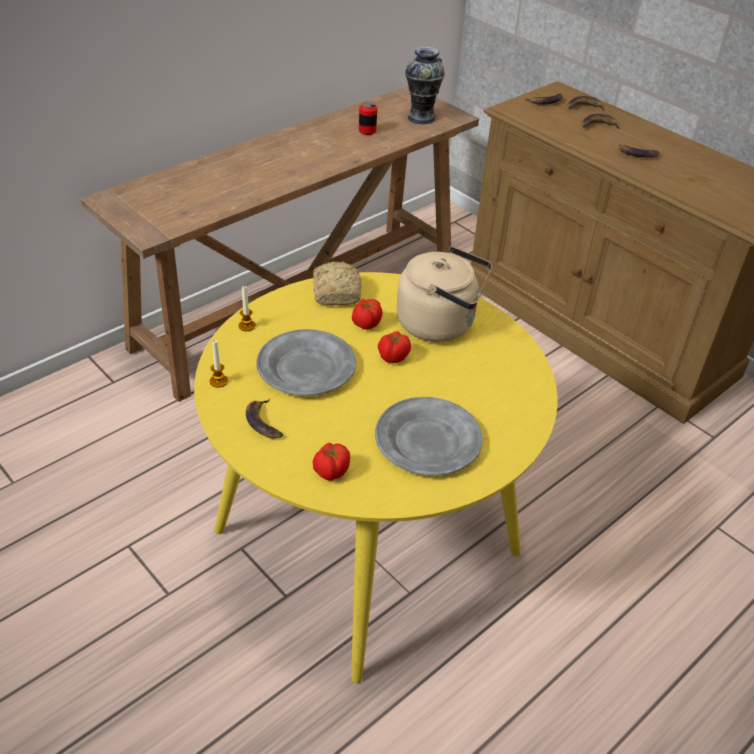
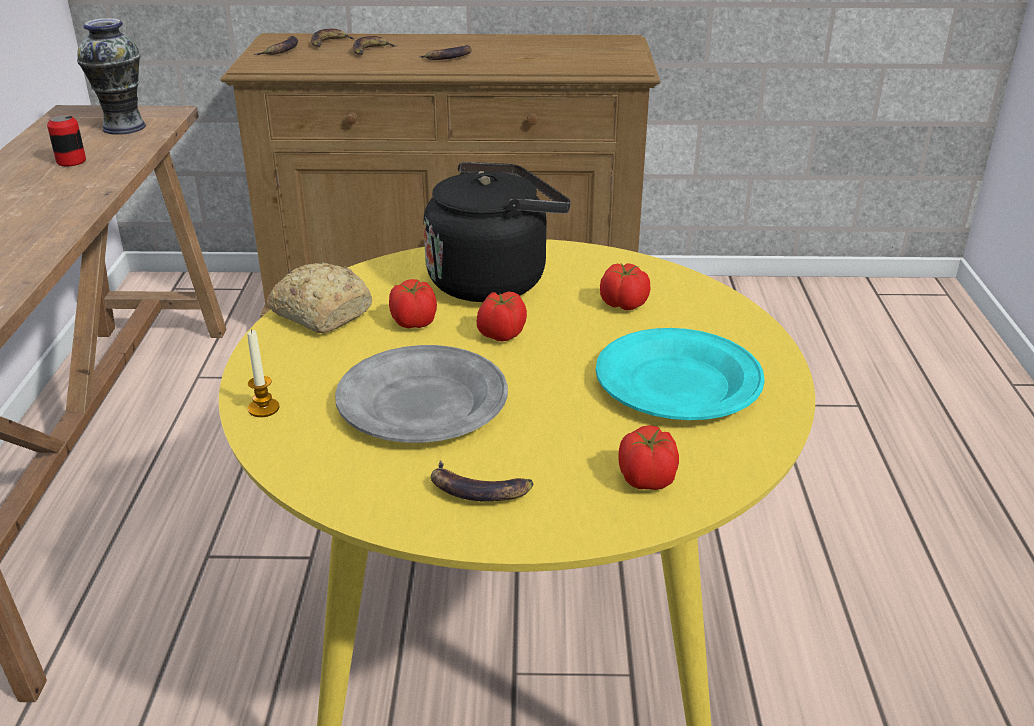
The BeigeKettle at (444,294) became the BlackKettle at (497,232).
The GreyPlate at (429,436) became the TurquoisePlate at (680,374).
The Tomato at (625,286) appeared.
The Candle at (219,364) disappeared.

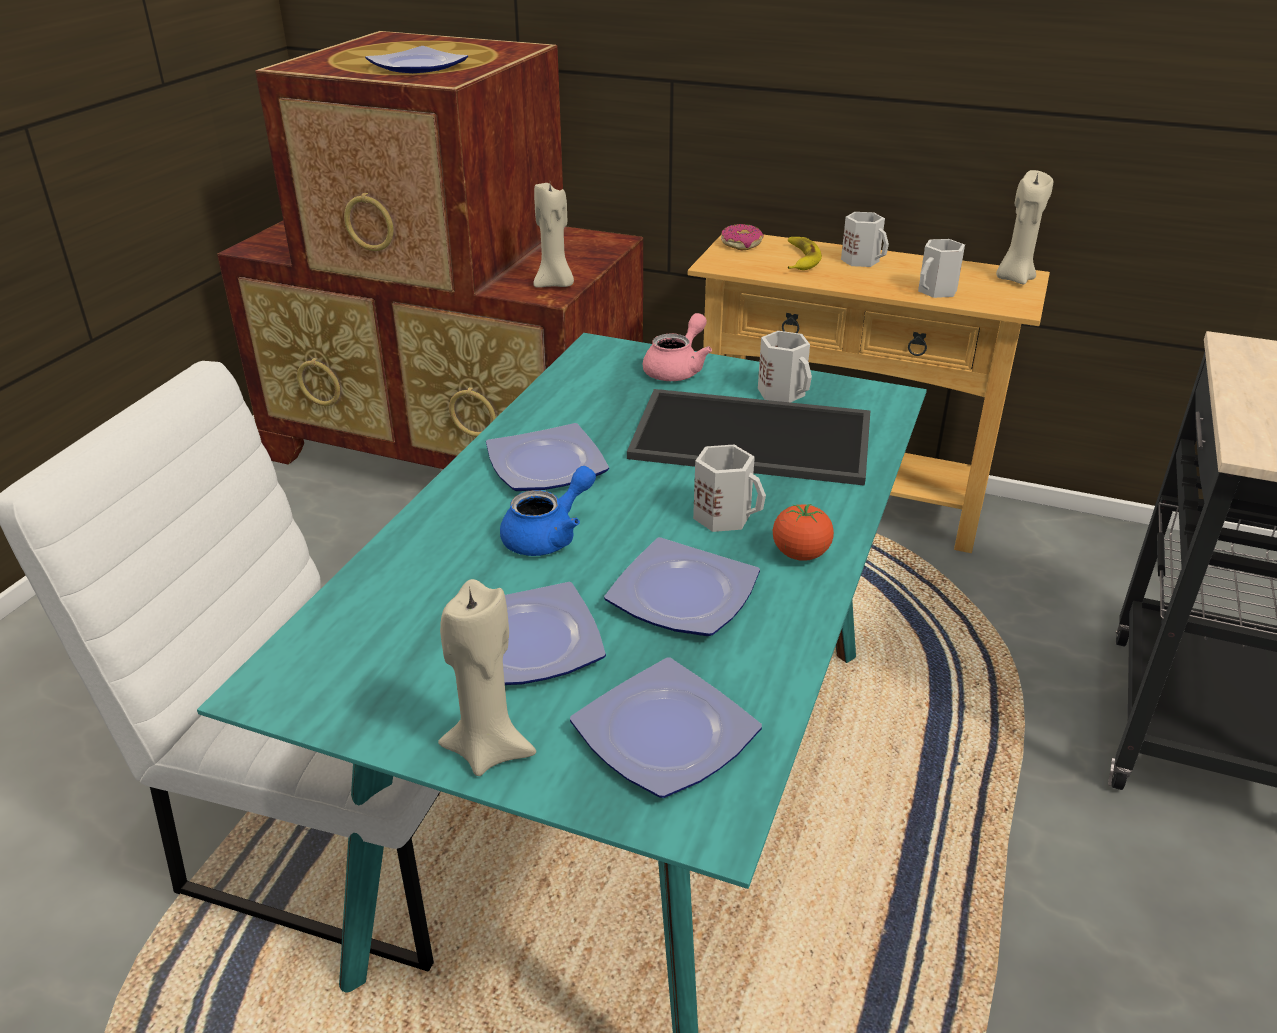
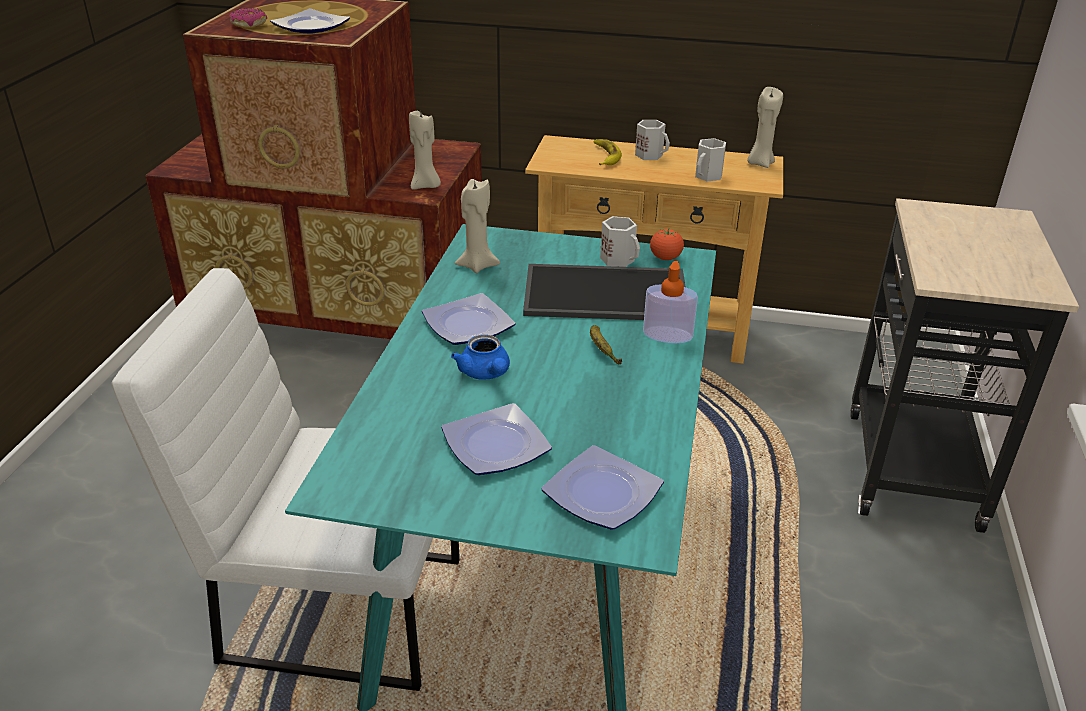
The Donut moved from (742,237) to (248,18).
The BlueTeapot at (548,511) turned 120 degrees clockwise.
The BeigeCandle moved from (487,677) to (477,226).
The WhiteMug at (729,488) was replaced by the Banana at (606,345).
The SoapDispenser at (670,302) appeared.
The Tomato moved from (803,532) to (667,244).
The Plate at (682,586) disappeared.
The PinkTeapot at (677,347) disappeared.

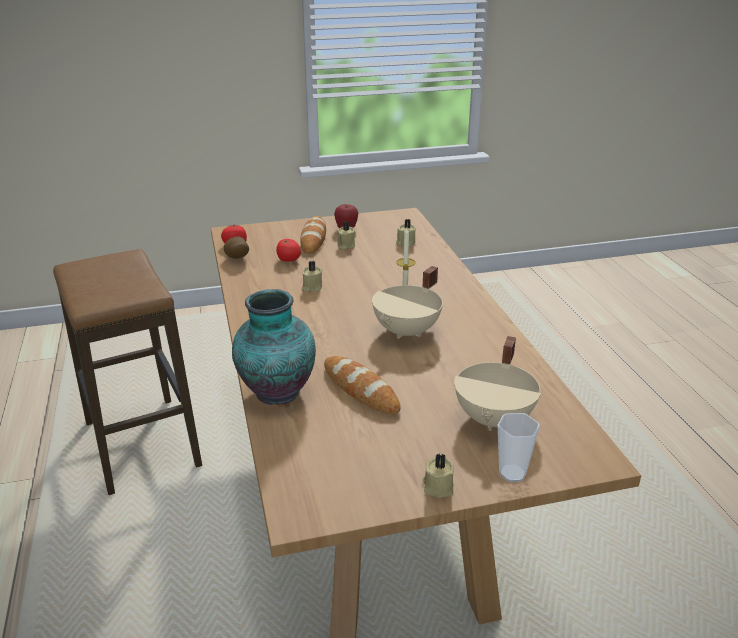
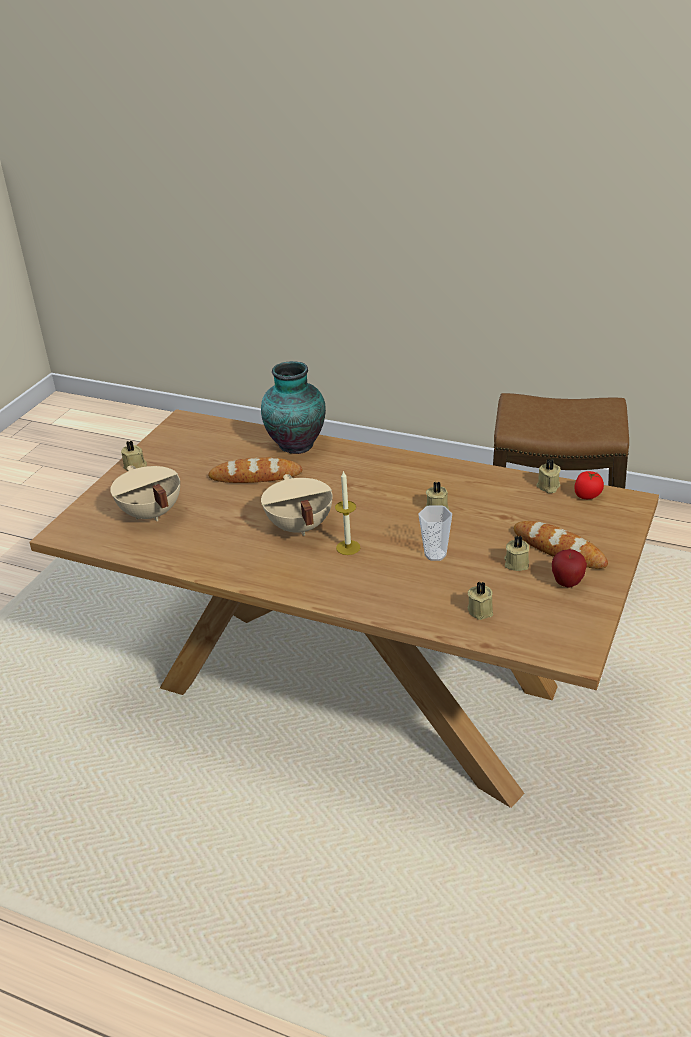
The Cup moved from (519,447) to (435,533).
The Potato at (236,247) was replaced by the BeigeCandle at (548,476).
The Tomato at (288,250) disappeared.

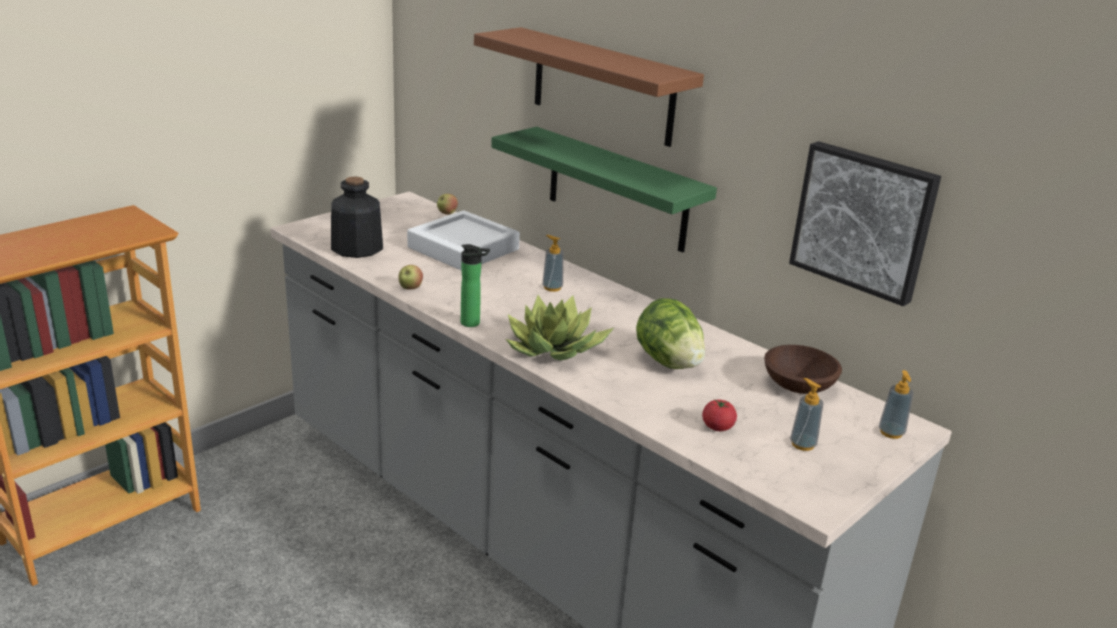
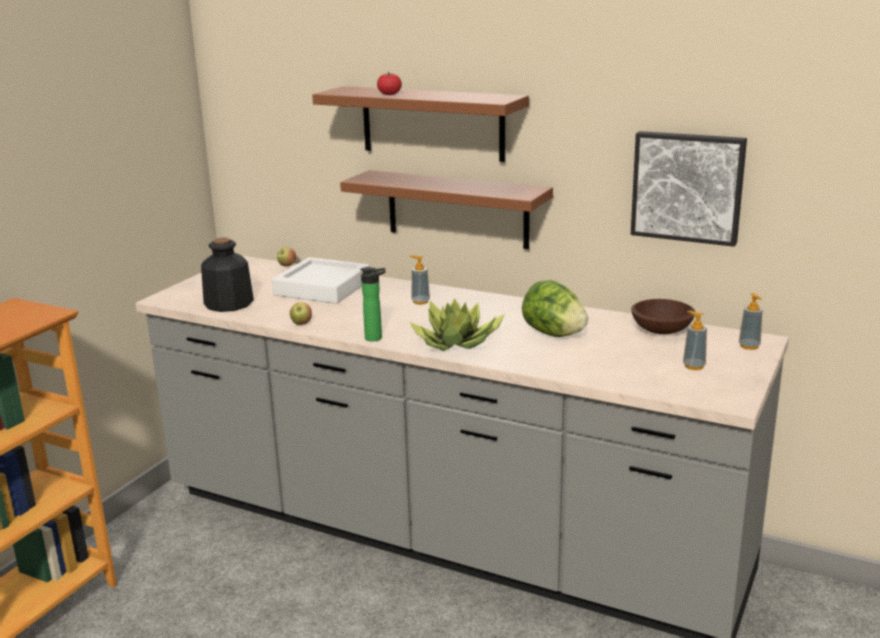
The GreenShelf at (604,189) became the BrownShelf at (446,209).
The Tomato moved from (719,415) to (389,83).

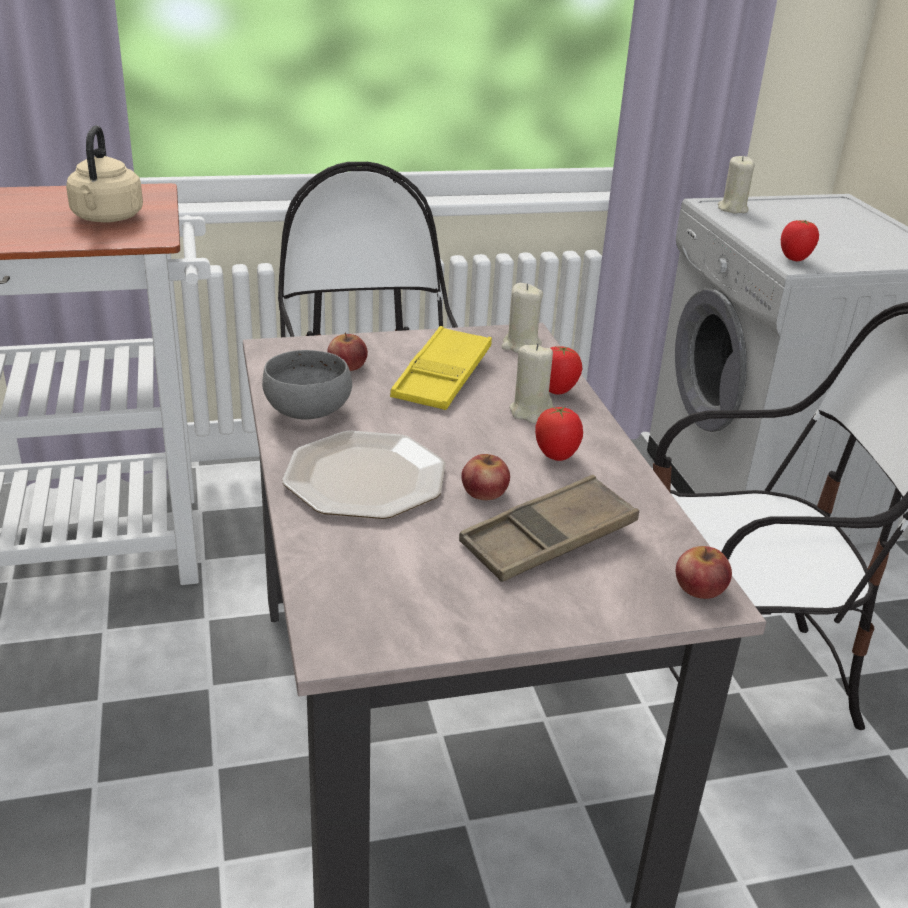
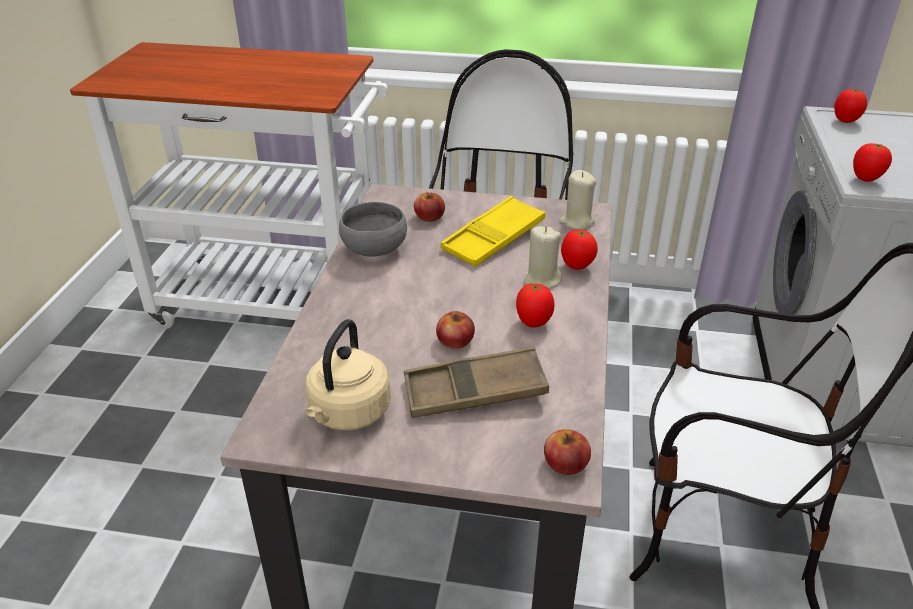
The BeigeKettle moved from (104,173) to (348,374).
The BeigeCandle at (736,184) was replaced by the Tomato at (850,106).
The Plate at (364,474) disappeared.

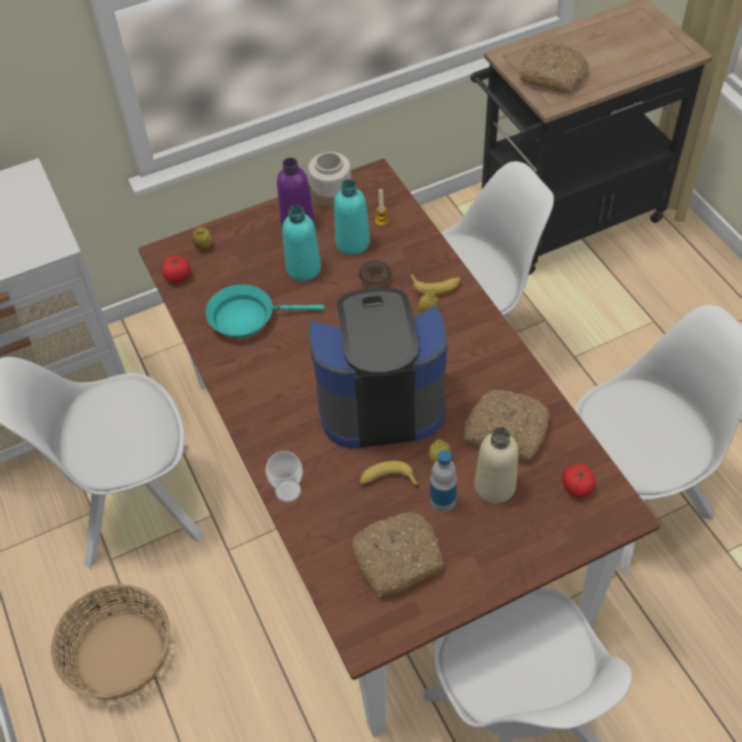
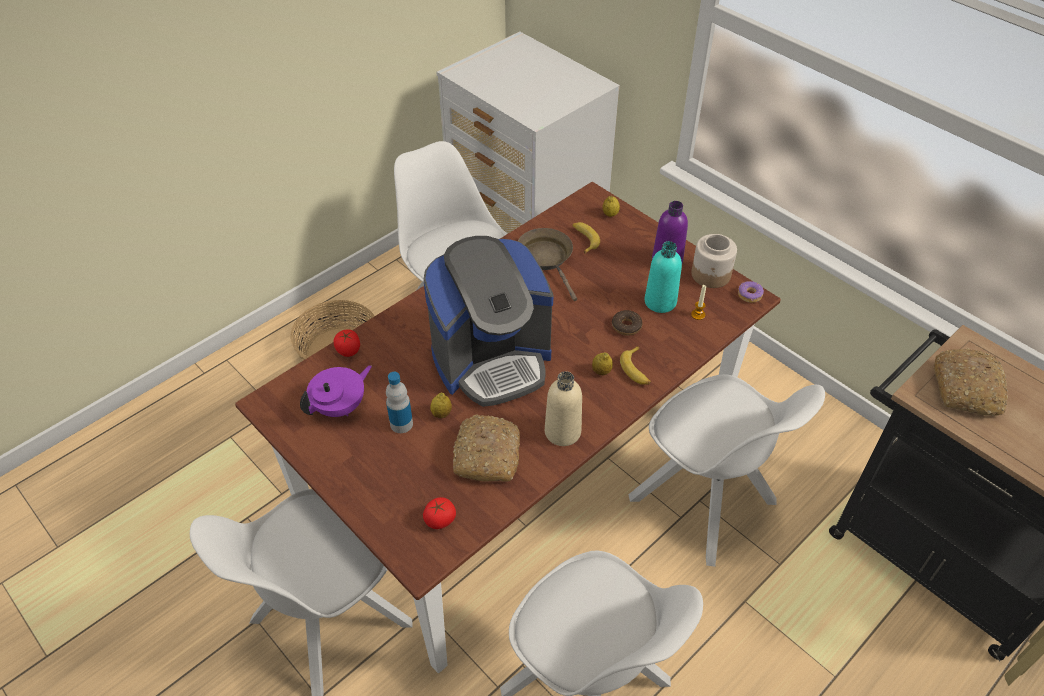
The Bread at (398,554) was replaced by the PurpleTeapot at (336,391).
The Tomato moved from (176,269) to (347,343).
The CoffeeMachine at (377,368) turned 90 degrees clockwise.
The TurquoiseFryingPan at (265,311) became the BrownFryingPan at (547,264).
The BeigeBottle moved from (496,465) to (563,408).
The Banana moved from (389,474) to (586,238).
The Donut at (751,292) appeared.
The Cup at (284,477) disappeared.
The TurquoiseBottle at (301,243) disappeared.

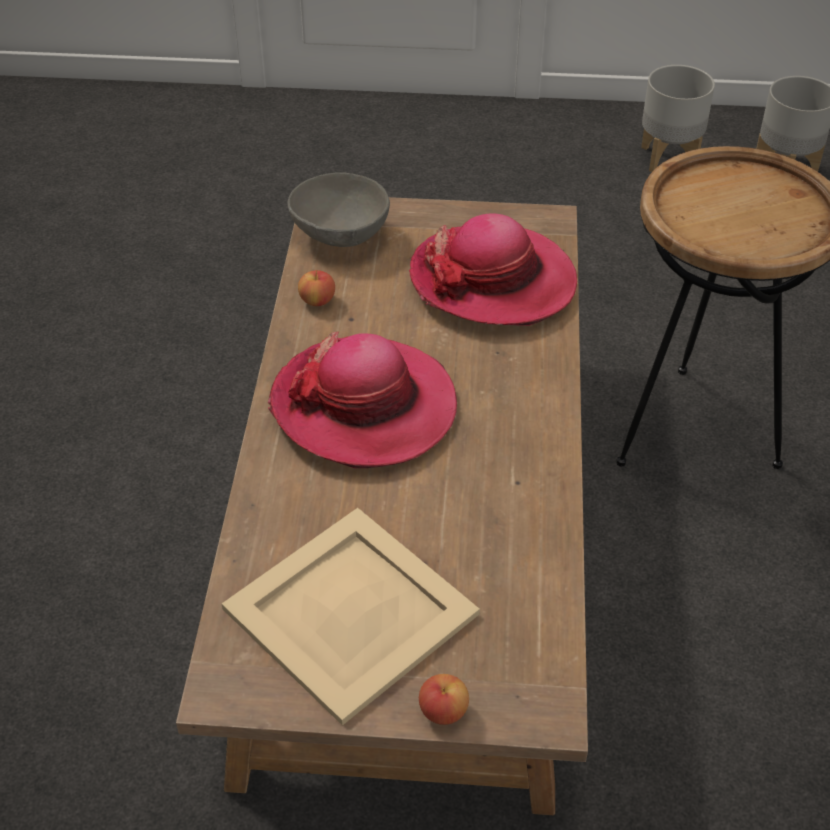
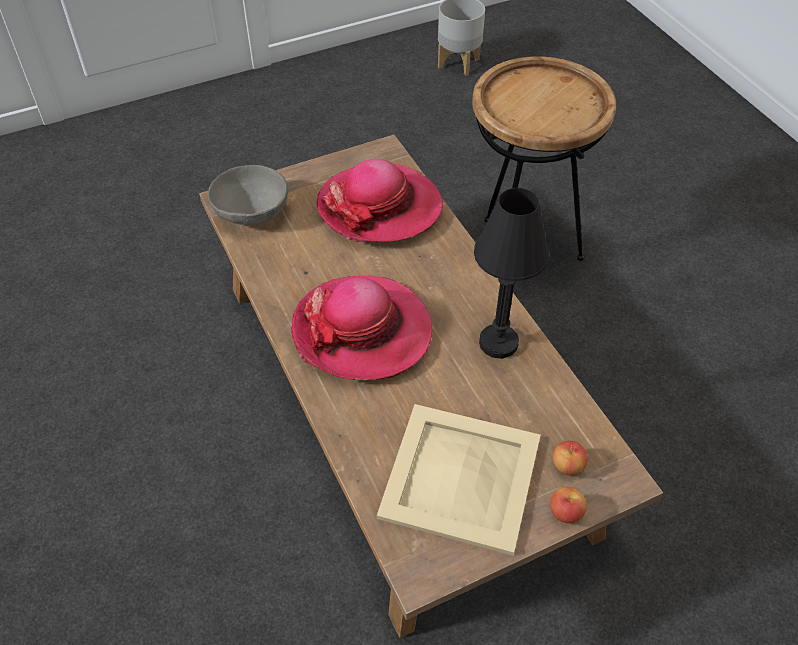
The BlackTableLamp at (511,273) appeared.
The Apple moved from (316,288) to (570,458).
The GreyPlanter at (678,118) disappeared.

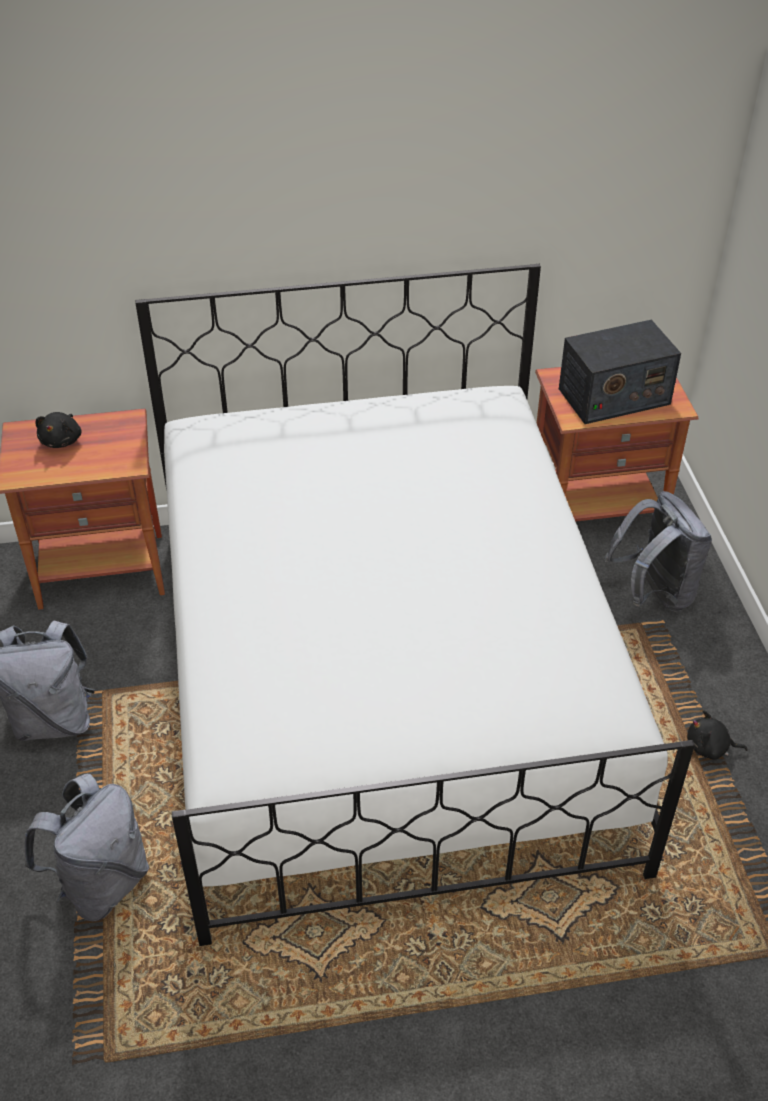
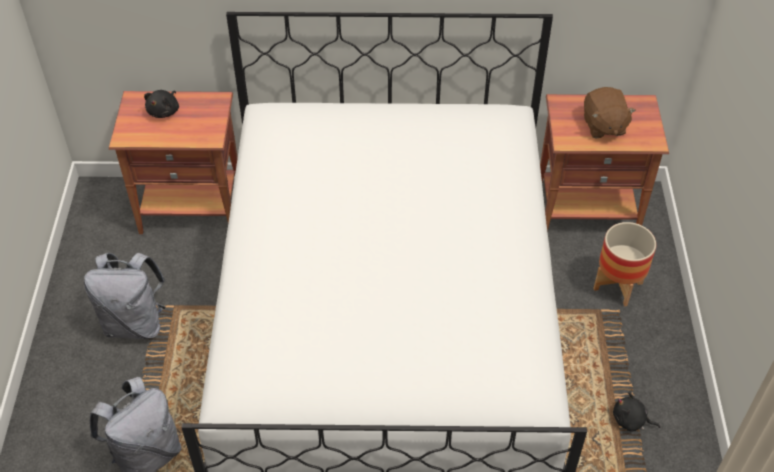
The Radio at (620,372) was replaced by the BrownPlushToy at (610,112).
The GreyBackpack at (658,551) was replaced by the Planter at (624,264).

